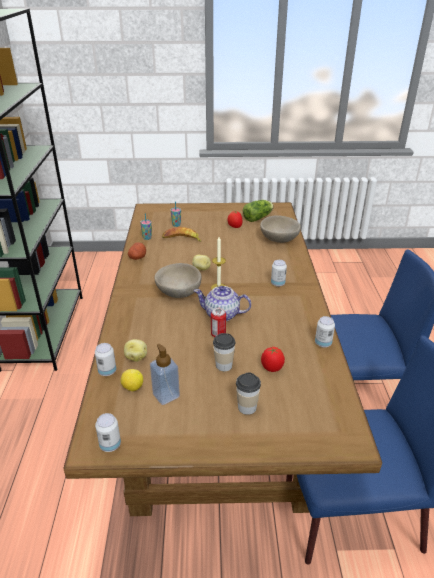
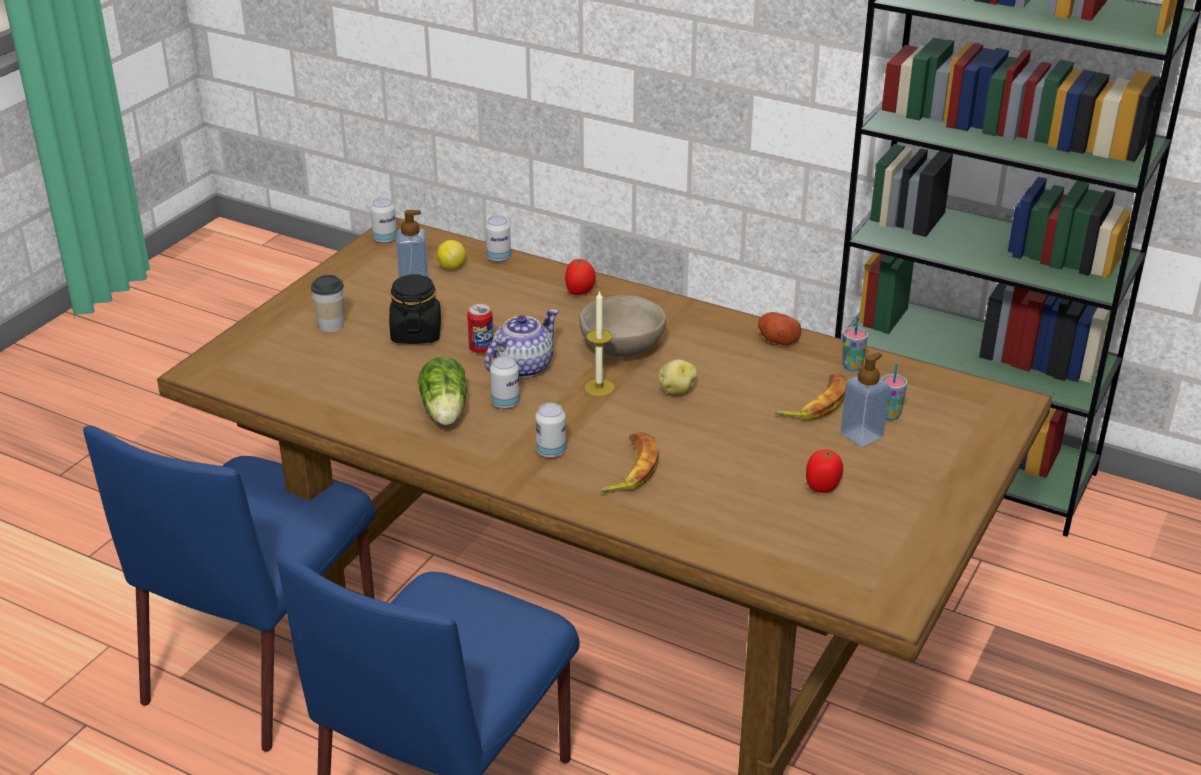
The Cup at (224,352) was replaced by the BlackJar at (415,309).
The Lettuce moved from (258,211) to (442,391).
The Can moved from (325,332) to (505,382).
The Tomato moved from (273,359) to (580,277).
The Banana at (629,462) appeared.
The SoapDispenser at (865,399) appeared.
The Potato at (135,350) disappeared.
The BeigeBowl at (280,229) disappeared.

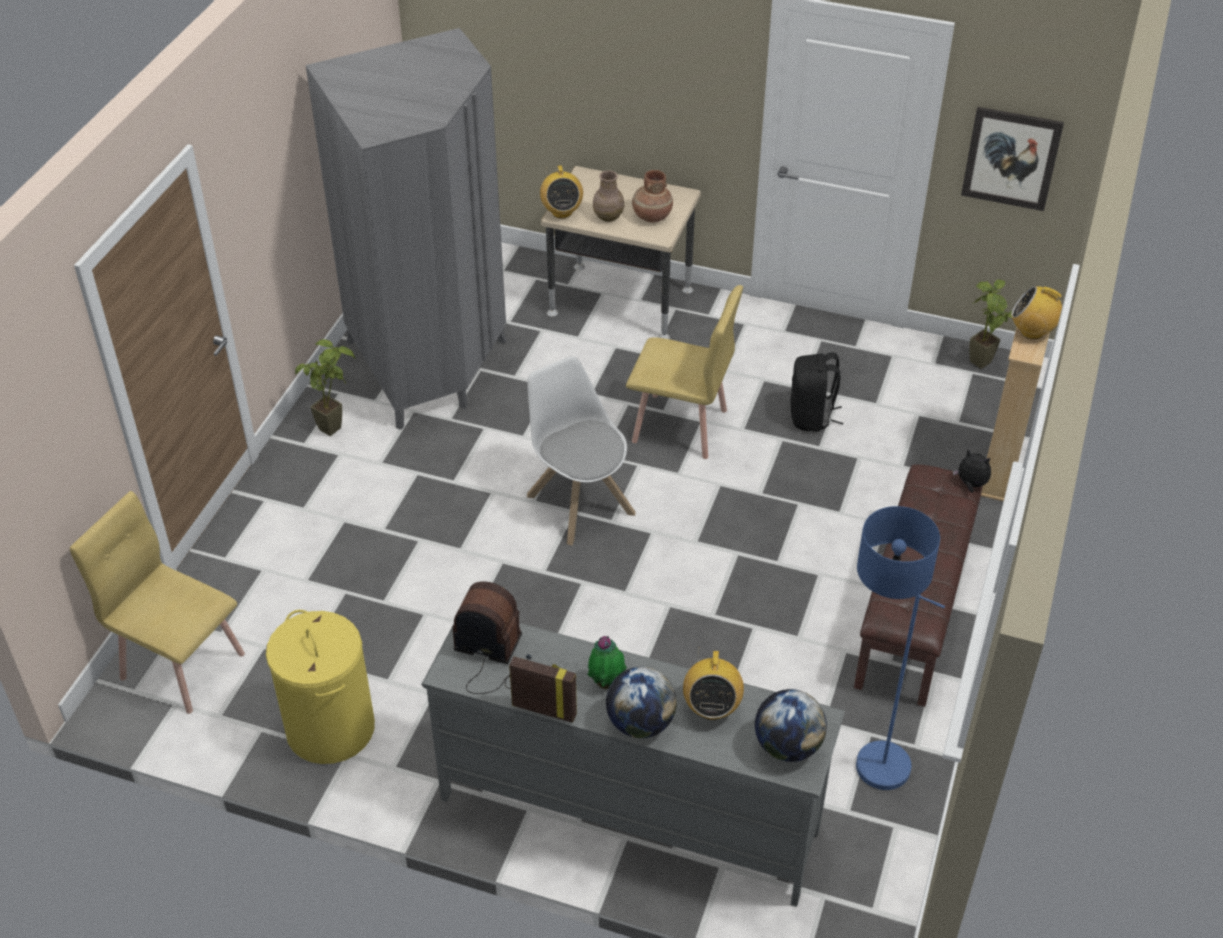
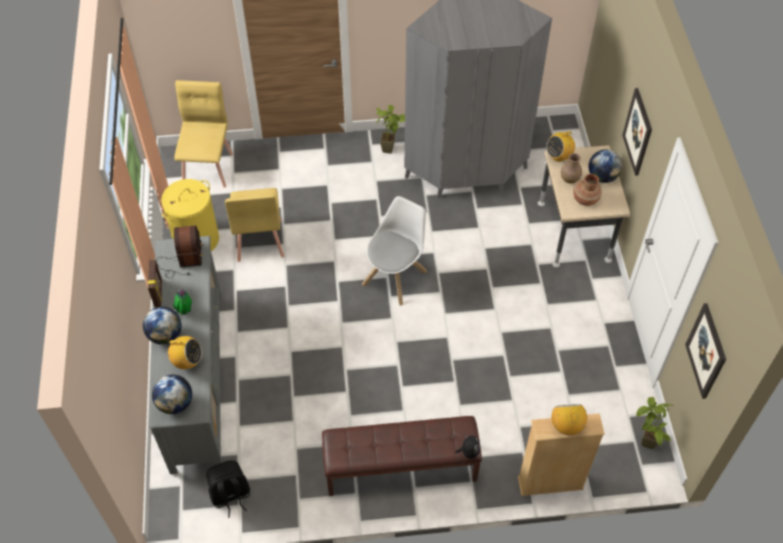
The Radio at (713,683) turned 150 degrees counterclockwise.
The BlackBackpack moved from (816,392) to (228,489).
The YellowChair moved from (684,372) to (254,225).
The Globe at (605,166) appeared.
The Picture at (637,132) appeared.
The BlueFloorLamp at (900,648) disappeared.

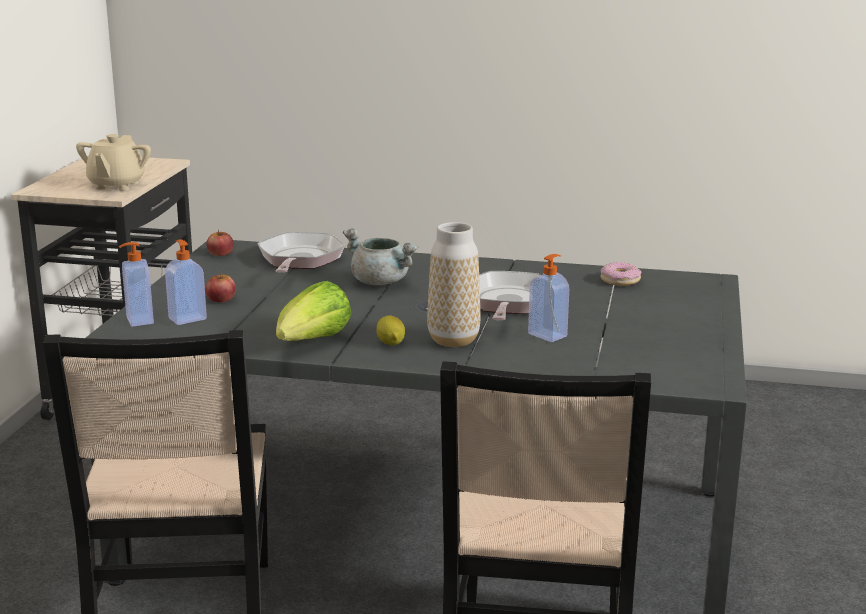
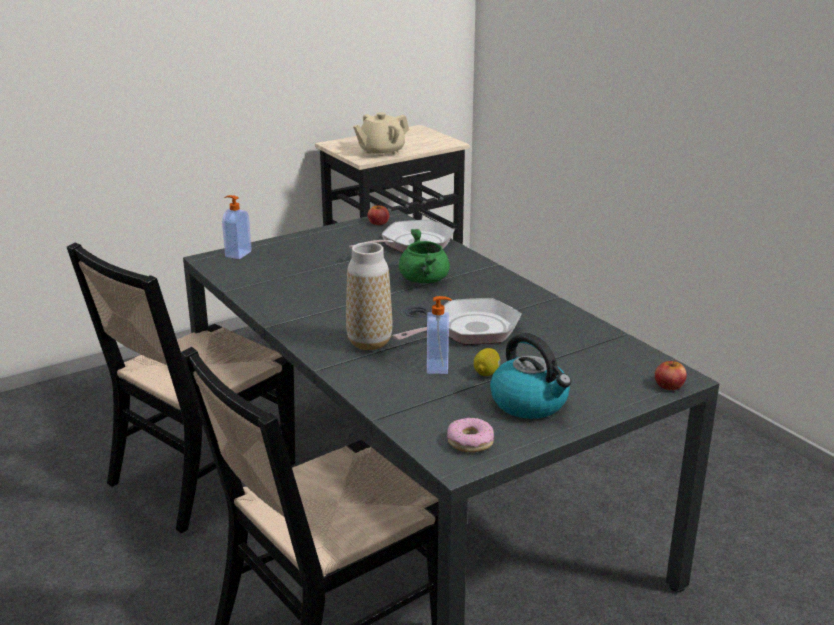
The GreyCookingPot at (380,256) became the GreenCookingPot at (424,256).
The Donut moved from (621,274) to (470,435).
The Lemon moved from (391,330) to (487,362).
The Kettle at (531,376) appeared.
The Apple moved from (220,286) to (671,375).
The SoapDispenser at (186,282) disappeared.
The Lettuce at (314,311) disappeared.

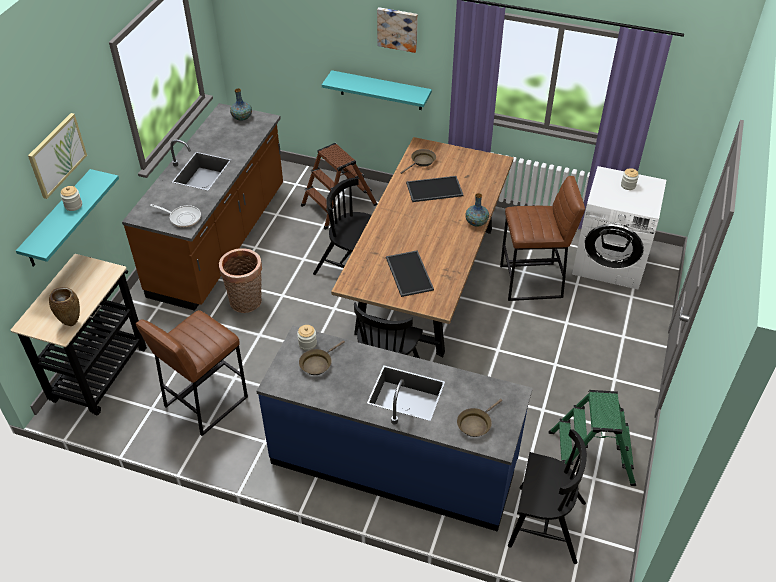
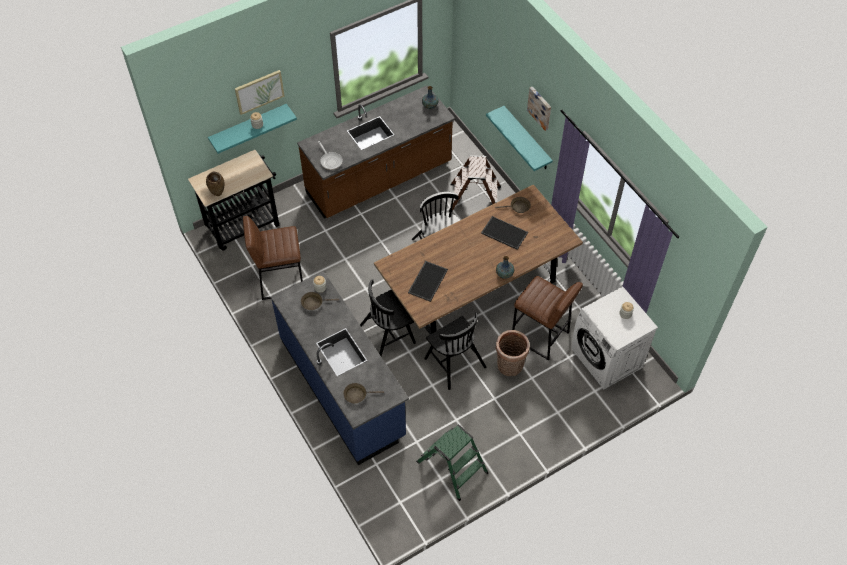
The BlackChair moved from (547,496) to (455,351).
The Basket moved from (240,280) to (513,353).

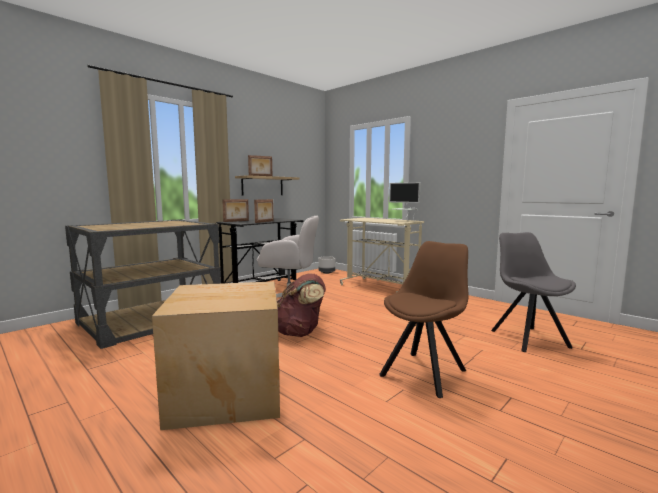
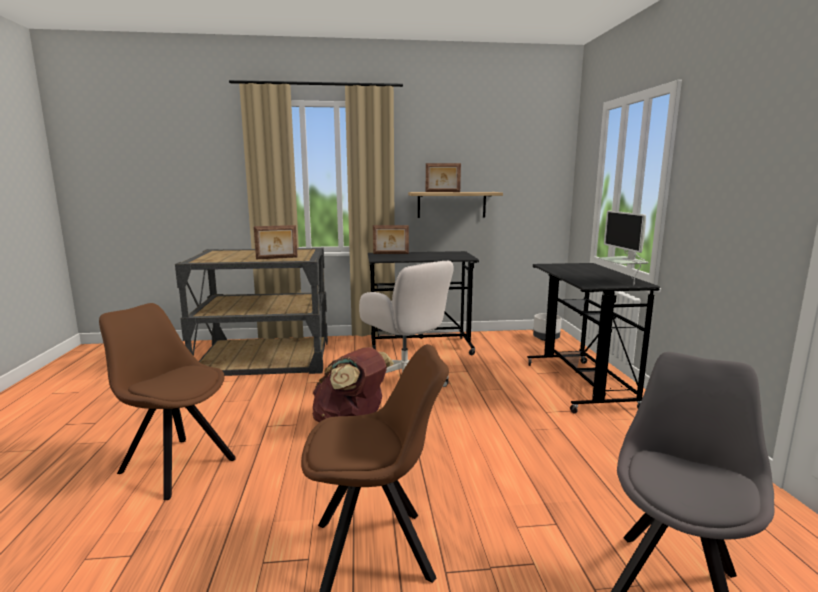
The CardboardBox at (216,355) was replaced by the BrownChair at (167,401).
The PictureFrame moved from (264,211) to (276,242).
The BeigeDesk at (382,255) became the BlackDesk at (593,338).

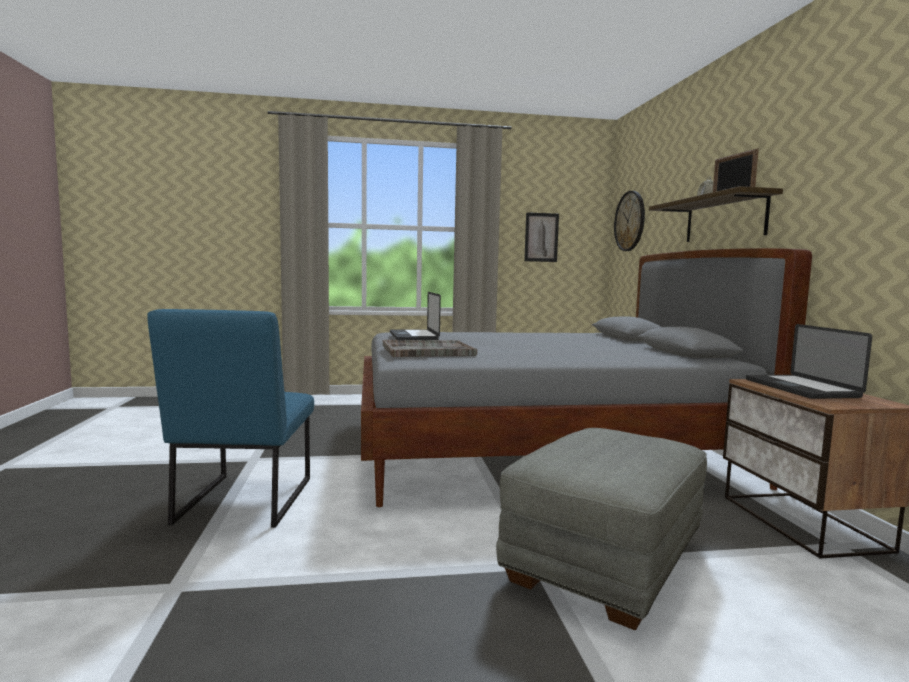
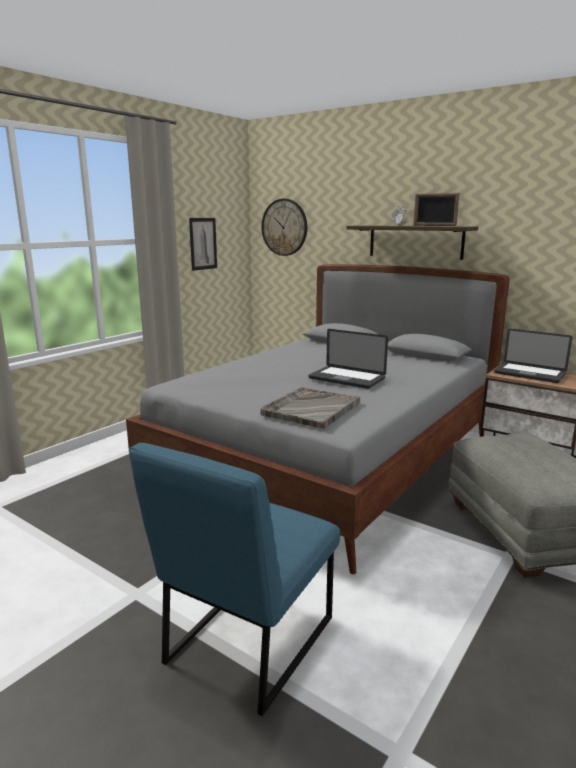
The BlueChair at (230,418) turned 75 degrees clockwise.
The Laptop moved from (415,316) to (348,359).

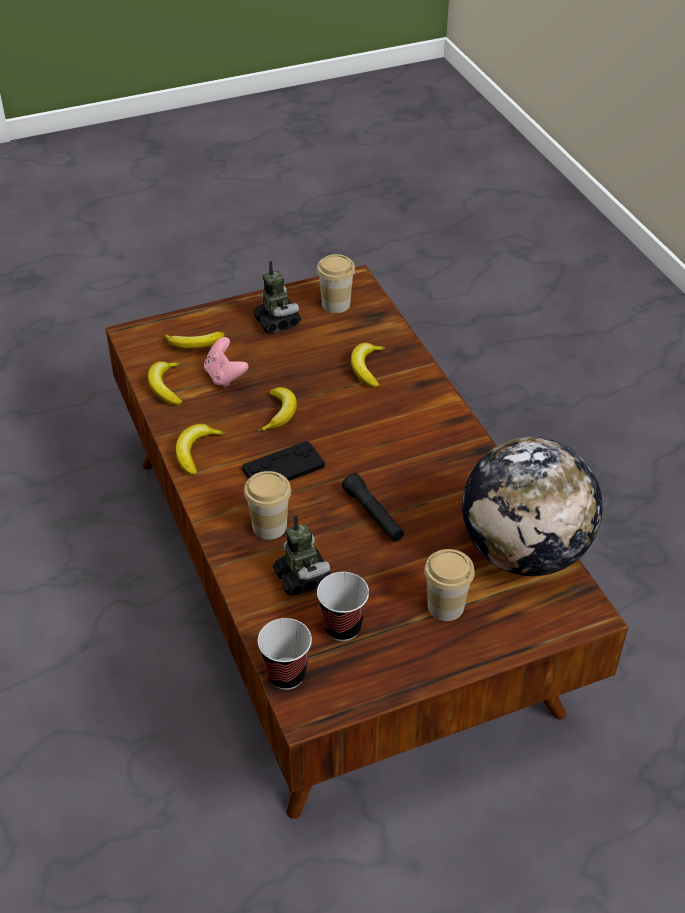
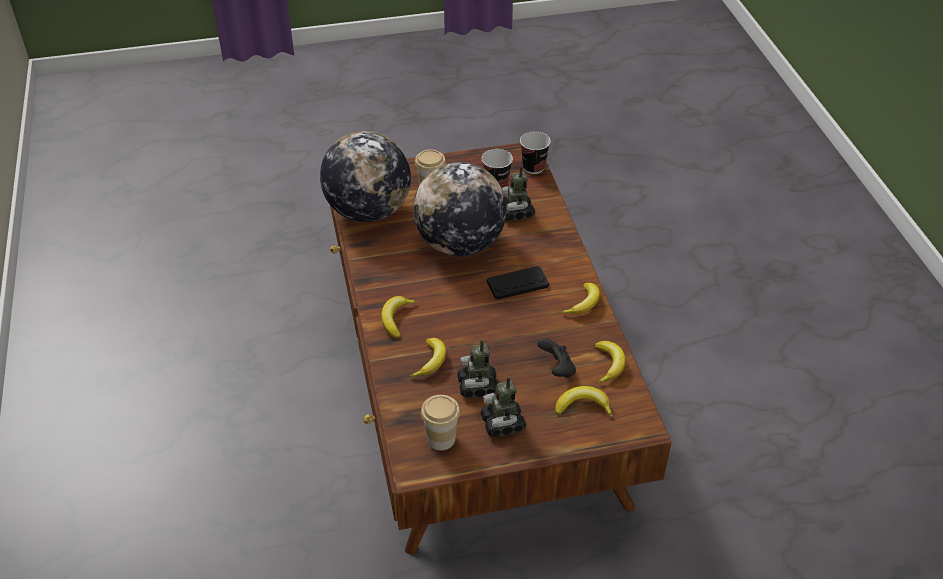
The Banana moved from (277,409) to (399,317).
The BlackFlashlight at (373,507) was replaced by the Globe at (460,209).
The ToyRobot at (477,369) appeared.
The PinkGameController at (226,362) became the BlackGameController at (556,358).
The Cup at (267,505) disappeared.

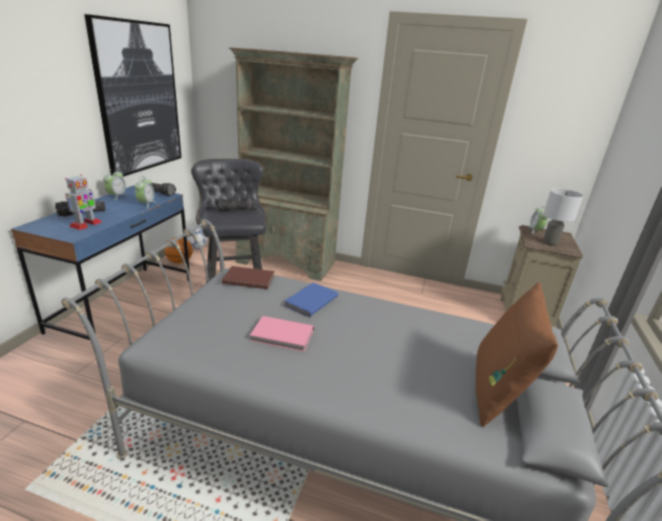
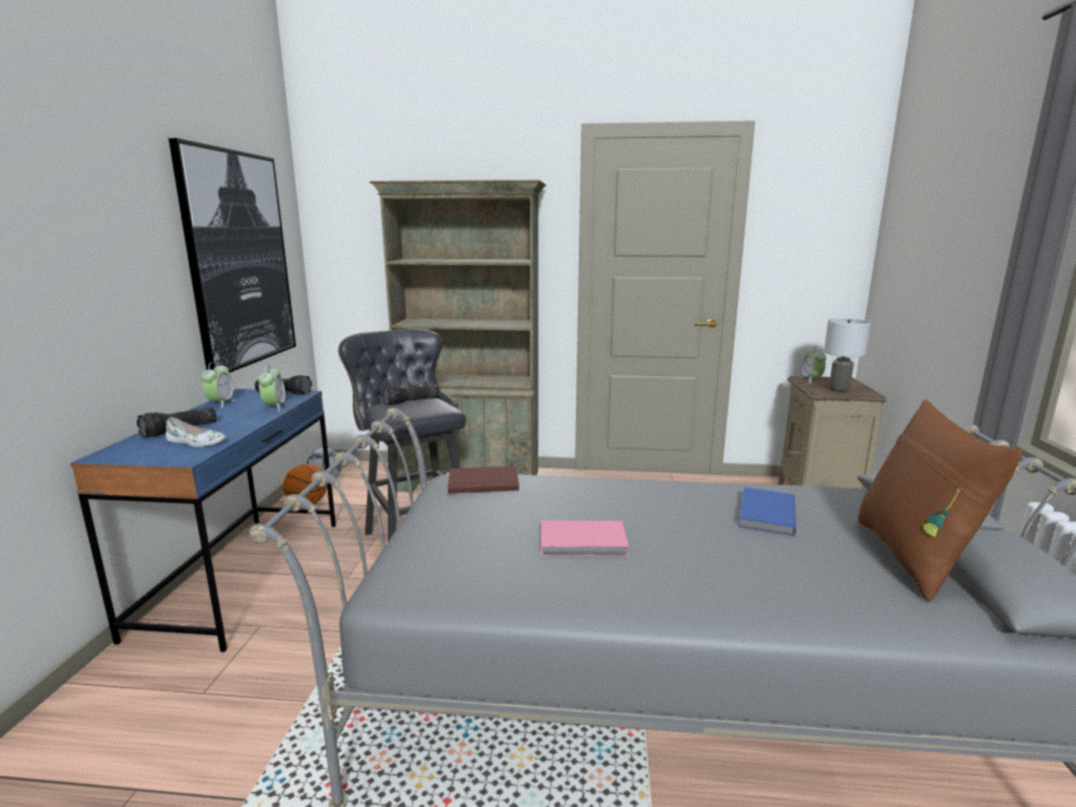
The ToyRobot at (83,202) was replaced by the WhiteShoe at (196,432).
The BlueBook moved from (311,299) to (767,511).

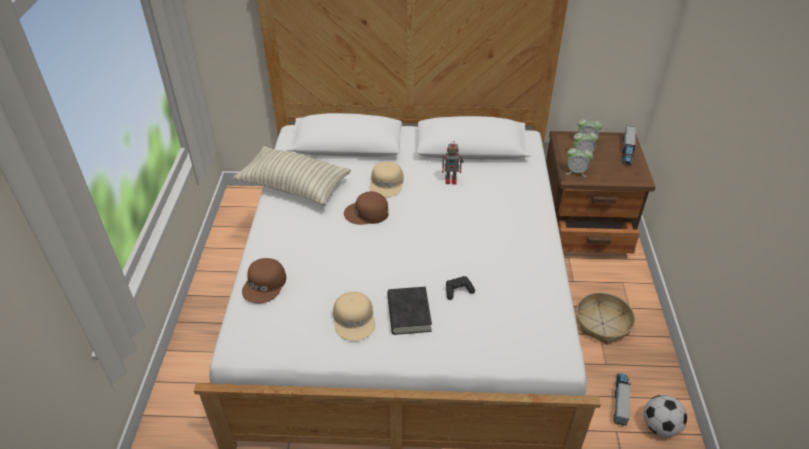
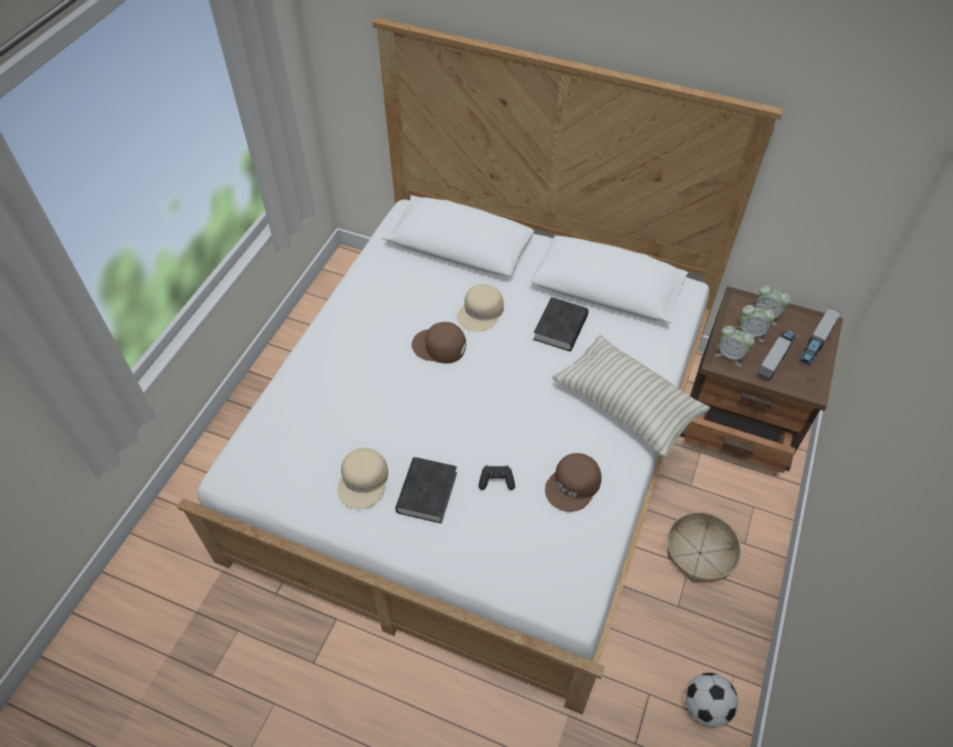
The ToyRobot at (453,162) was replaced by the BlackBook at (561,324).
The BrownCap moved from (264,280) to (573,482).
The Pillow moved from (292,176) to (631,396).
The ToyTruck moved from (622,399) to (776,355).

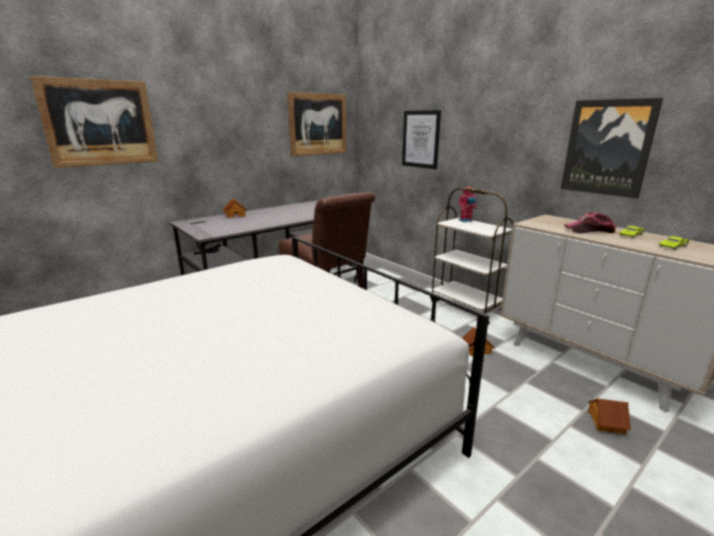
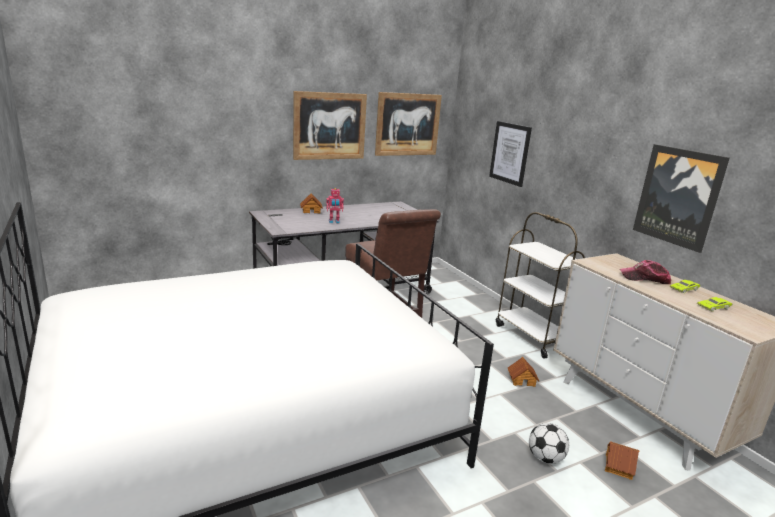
The Picture moved from (94,122) to (330,125).
The ToyRobot moved from (467,204) to (335,205).
The Football at (549,443) appeared.

